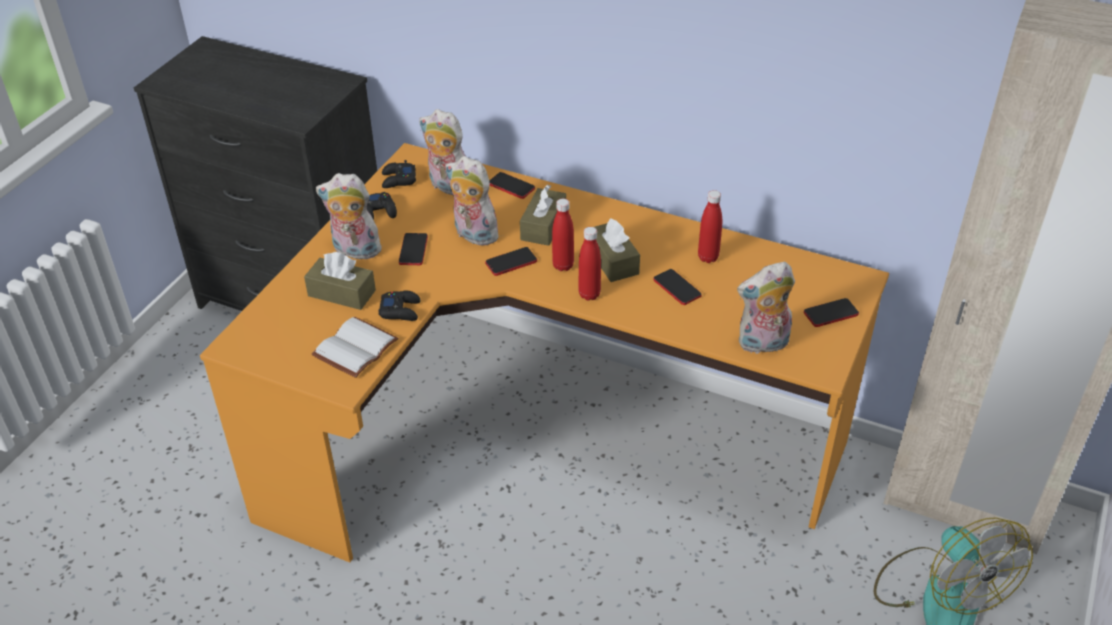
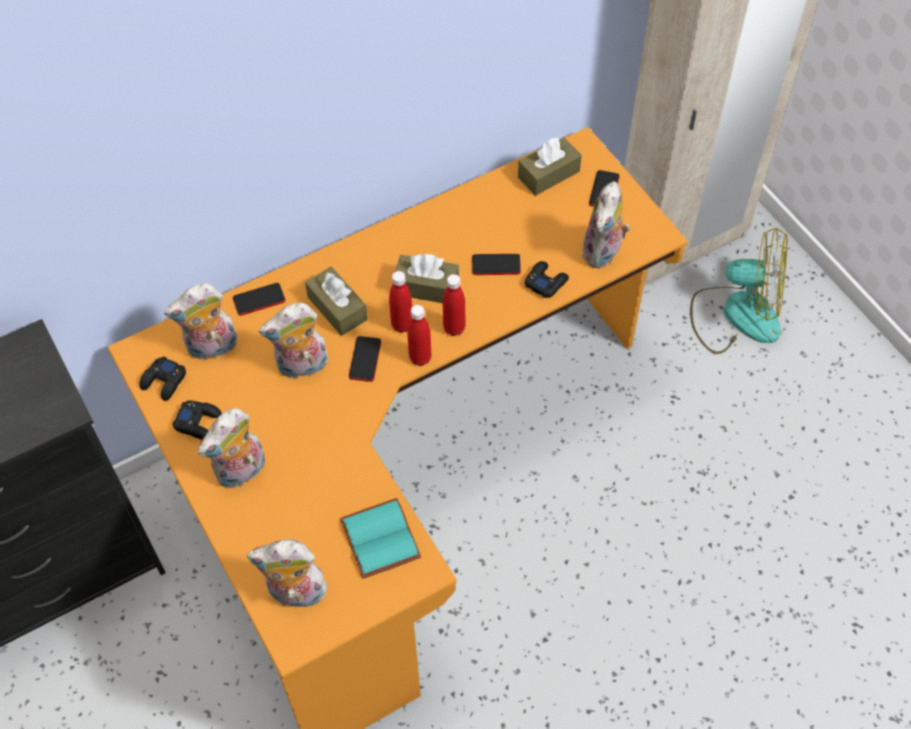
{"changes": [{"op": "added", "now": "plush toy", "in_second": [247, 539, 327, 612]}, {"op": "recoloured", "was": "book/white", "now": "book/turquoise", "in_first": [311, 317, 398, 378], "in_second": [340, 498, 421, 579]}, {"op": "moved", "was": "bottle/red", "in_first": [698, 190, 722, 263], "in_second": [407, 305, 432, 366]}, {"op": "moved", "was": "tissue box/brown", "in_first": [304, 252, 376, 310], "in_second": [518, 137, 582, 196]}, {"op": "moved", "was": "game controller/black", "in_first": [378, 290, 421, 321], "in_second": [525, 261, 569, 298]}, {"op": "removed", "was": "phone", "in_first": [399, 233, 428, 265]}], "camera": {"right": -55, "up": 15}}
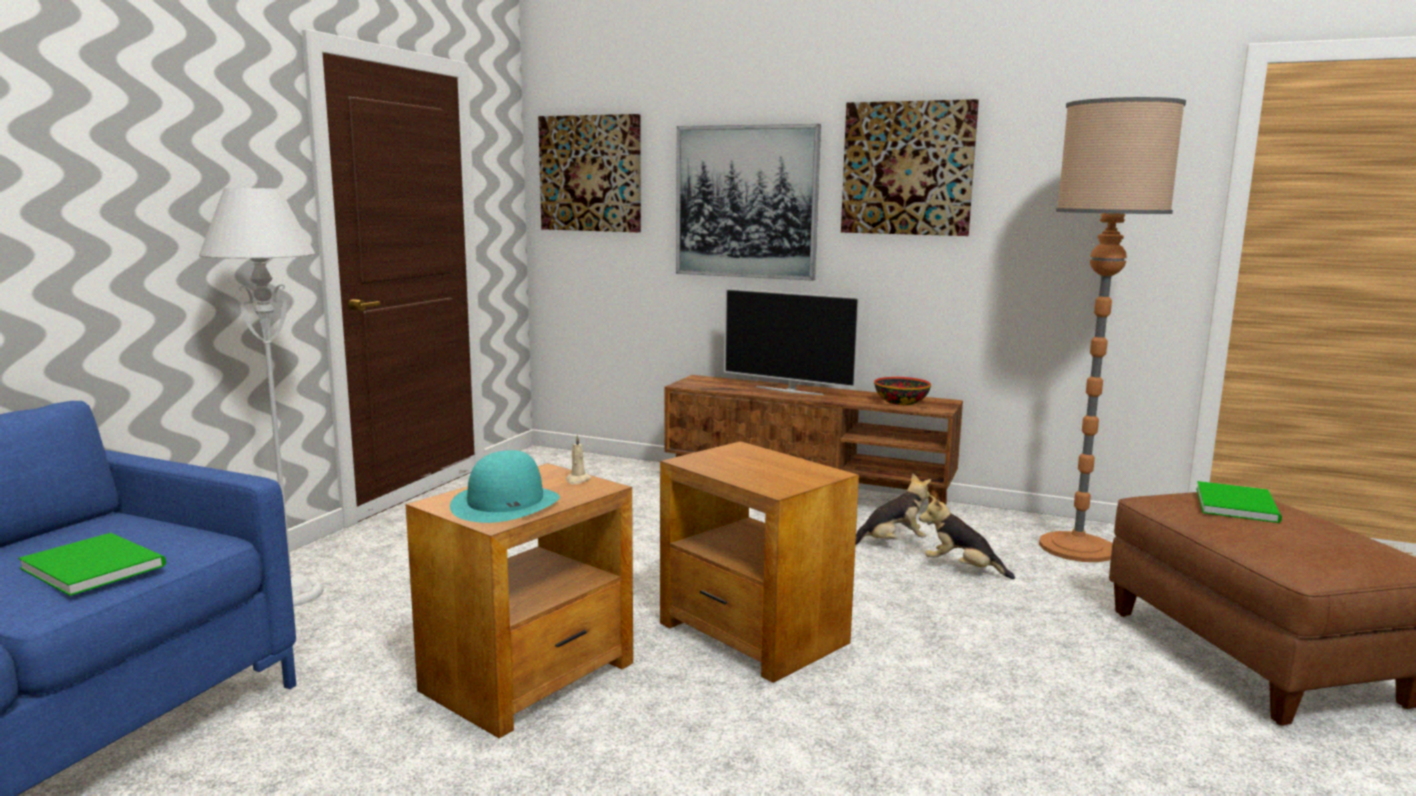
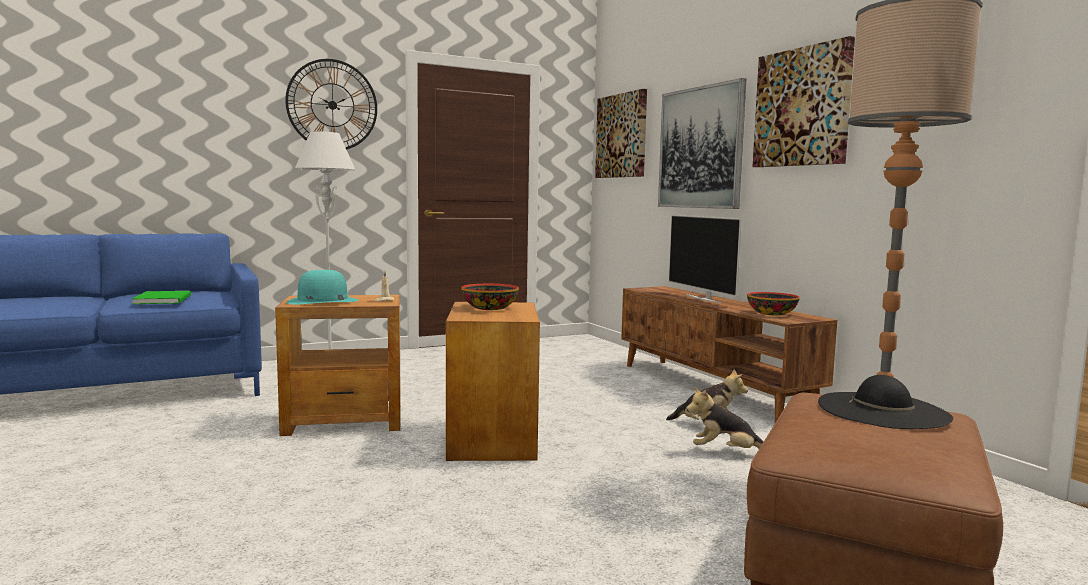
{"changes": [{"op": "added", "now": "wall clock", "in_second": [285, 59, 377, 149]}, {"op": "added", "now": "bowl", "in_second": [461, 284, 519, 310]}, {"op": "turned", "was": "plush toy", "in_first": [919, 495, 1015, 579], "in_second": [687, 387, 763, 449], "clockwise": -60}, {"op": "replaced", "was": "book/green", "now": "hat/black", "in_first": [1196, 481, 1282, 523], "in_second": [818, 375, 953, 429]}], "camera": {"right": 40, "up": -5}}
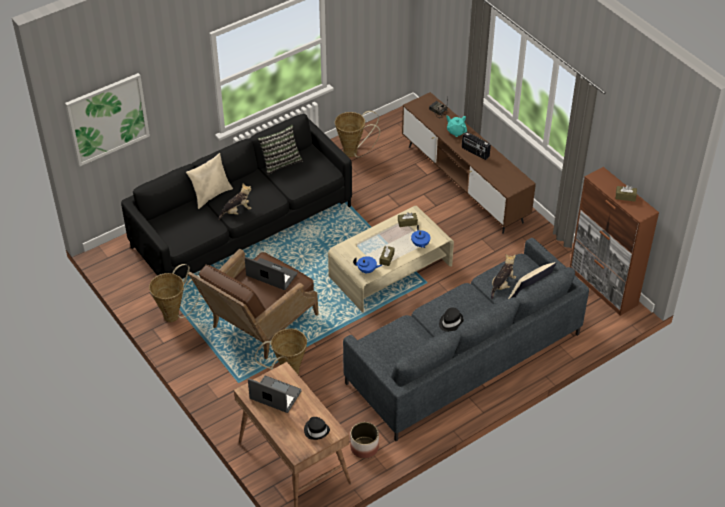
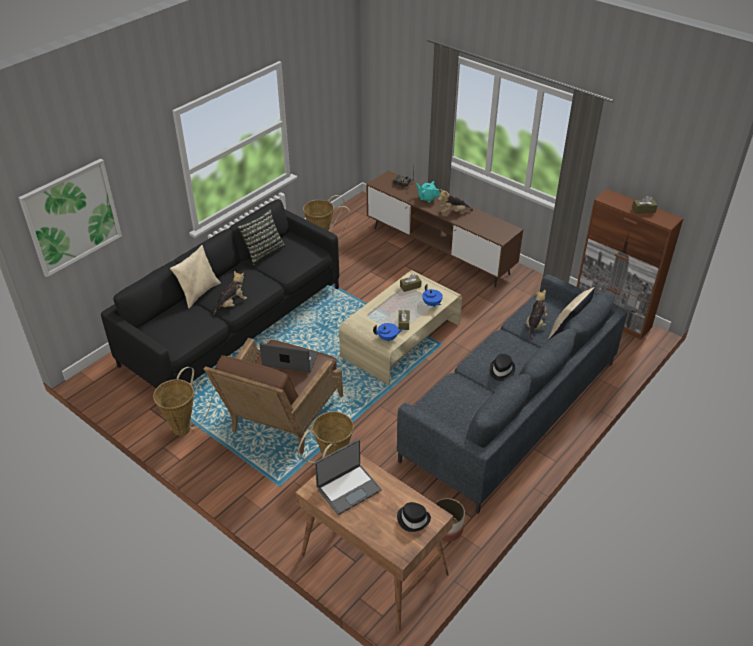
{"changes": [{"op": "turned", "was": "laptop", "in_first": [248, 376, 302, 413], "in_second": [315, 439, 382, 515], "clockwise": 135}, {"op": "replaced", "was": "radio", "now": "plush toy", "in_first": [462, 132, 491, 160], "in_second": [438, 189, 473, 213]}], "camera": {"right": -15, "up": -5}}
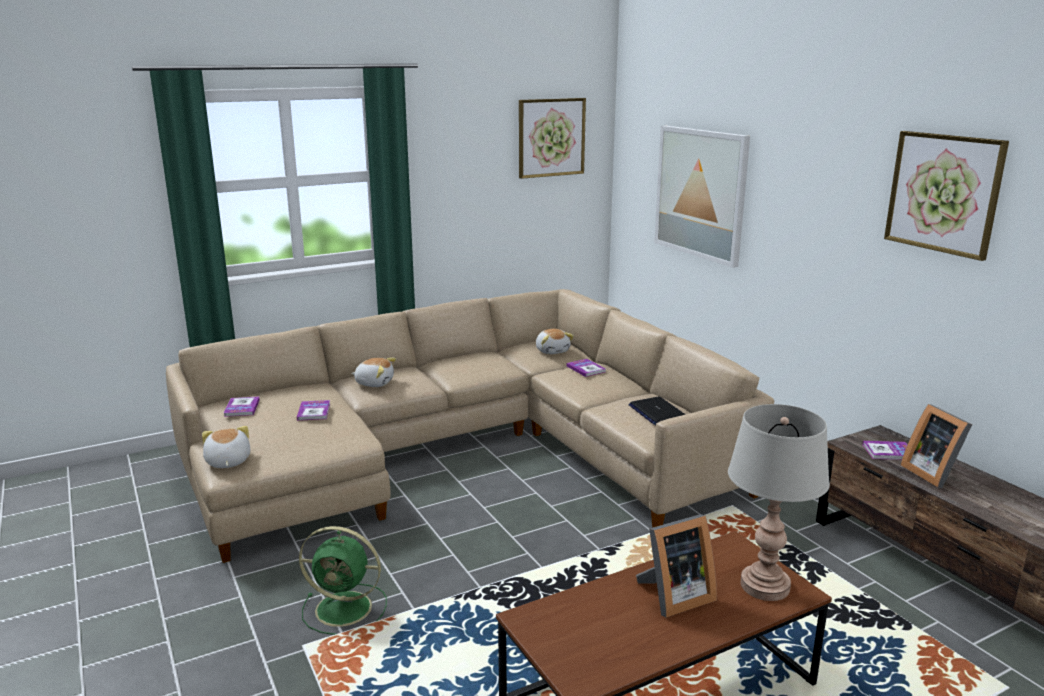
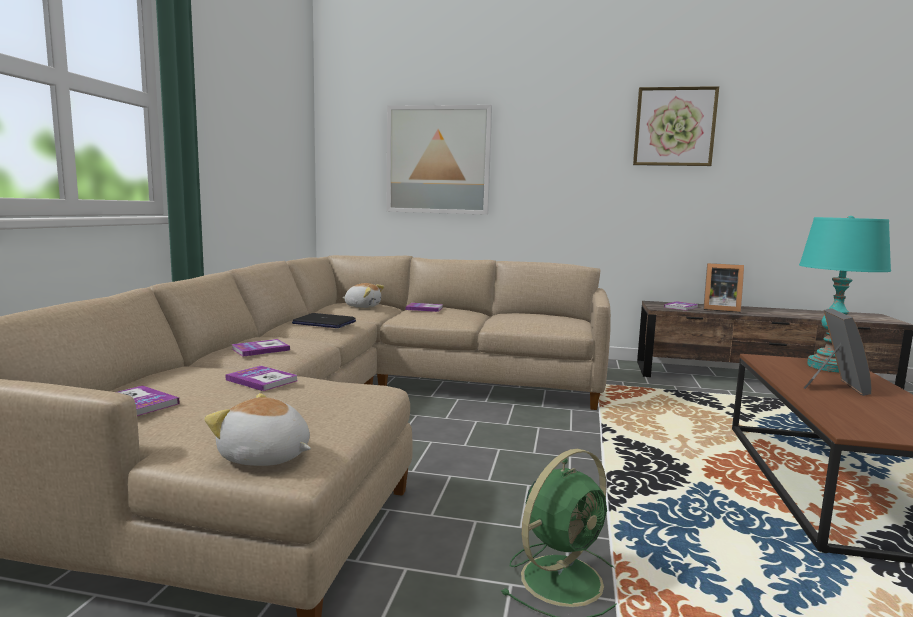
{"changes": [{"op": "replaced", "was": "plush toy", "now": "book", "in_first": [351, 358, 396, 387], "in_second": [231, 339, 290, 357]}, {"op": "moved", "was": "laptop", "in_first": [628, 396, 686, 425], "in_second": [292, 313, 356, 328]}, {"op": "recoloured", "was": "table lamp/grey", "now": "table lamp/turquoise", "in_first": [728, 404, 830, 601], "in_second": [799, 216, 891, 372]}, {"op": "removed", "was": "picture", "in_first": [519, 98, 586, 179]}], "camera": {"right": -50, "up": -10}}
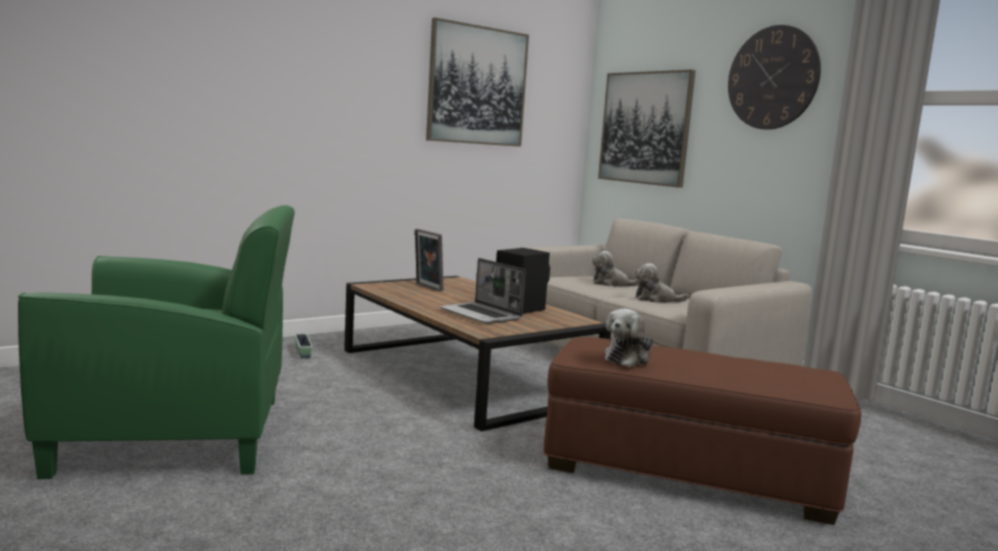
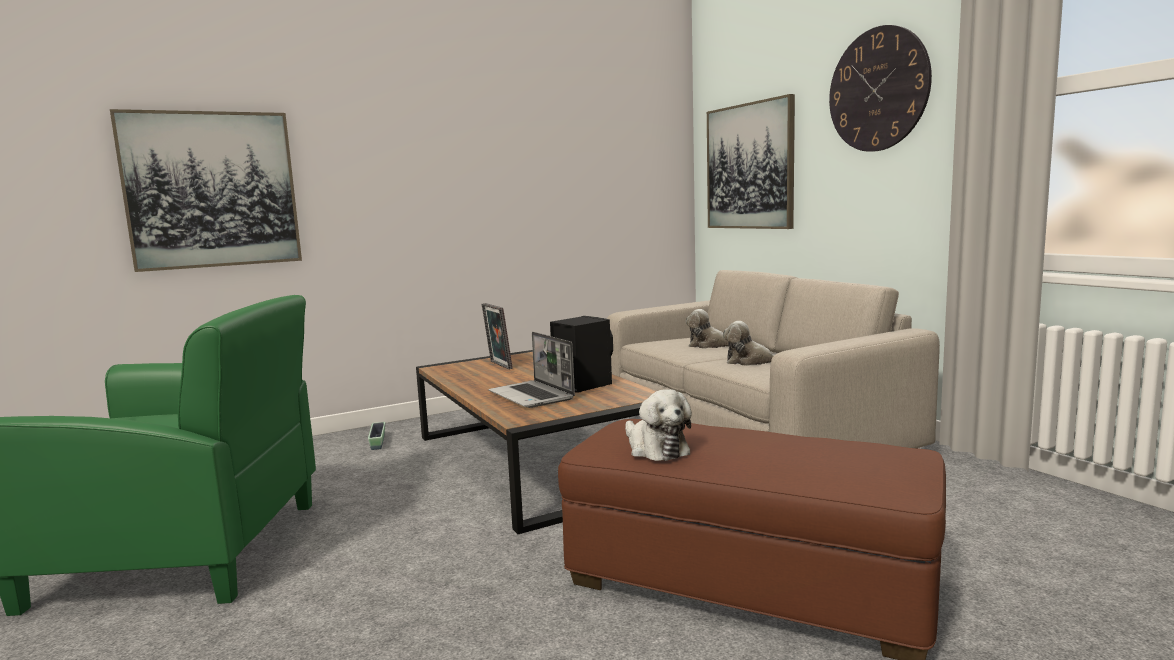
{"changes": [{"op": "moved", "was": "picture", "in_first": [426, 18, 529, 147], "in_second": [110, 109, 302, 272]}, {"op": "turned", "was": "plush toy", "in_first": [605, 309, 653, 367], "in_second": [625, 389, 692, 461], "clockwise": -75}], "camera": {"right": 10, "up": 0}}
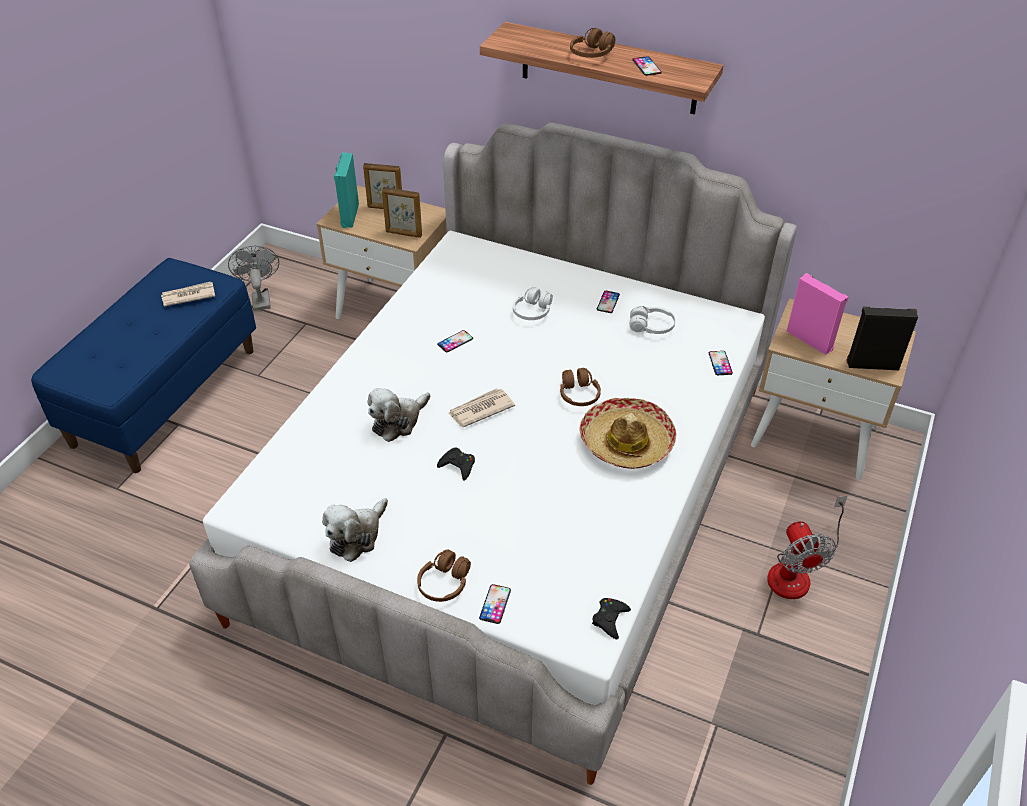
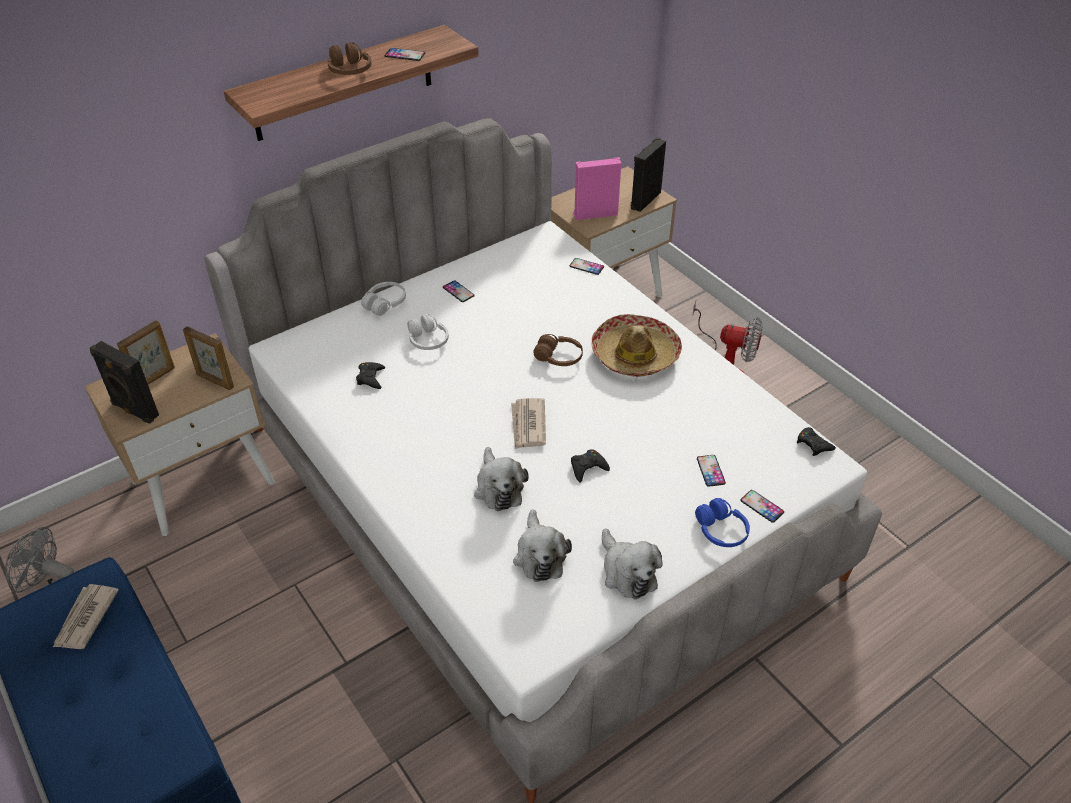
{"changes": [{"op": "recoloured", "was": "speaker/turquoise", "now": "speaker/black", "in_first": [334, 152, 359, 228], "in_second": [90, 341, 159, 423]}, {"op": "turned", "was": "picture frame", "in_first": [382, 187, 422, 238], "in_second": [183, 326, 234, 390], "clockwise": 75}, {"op": "added", "now": "game controller/black", "in_second": [356, 362, 385, 389]}, {"op": "moved", "was": "headphones/white", "in_first": [629, 306, 676, 334], "in_second": [361, 282, 406, 316]}, {"op": "added", "now": "plush toy", "in_second": [513, 510, 572, 582]}, {"op": "recoloured", "was": "headphones/brown", "now": "headphones/blue", "in_first": [417, 550, 471, 602], "in_second": [695, 498, 750, 547]}, {"op": "moved", "was": "phone", "in_first": [437, 330, 473, 352], "in_second": [697, 455, 726, 487]}], "camera": {"right": -60, "up": 0}}
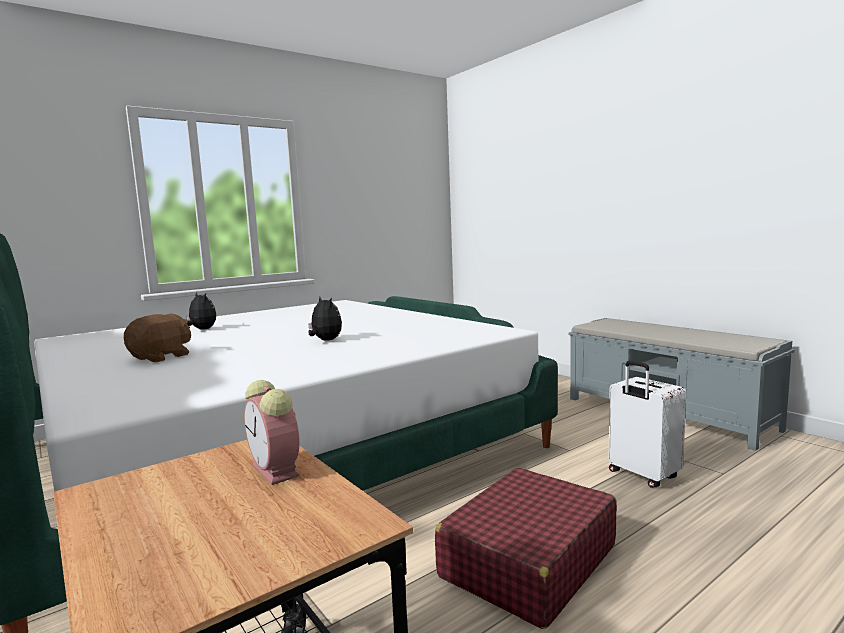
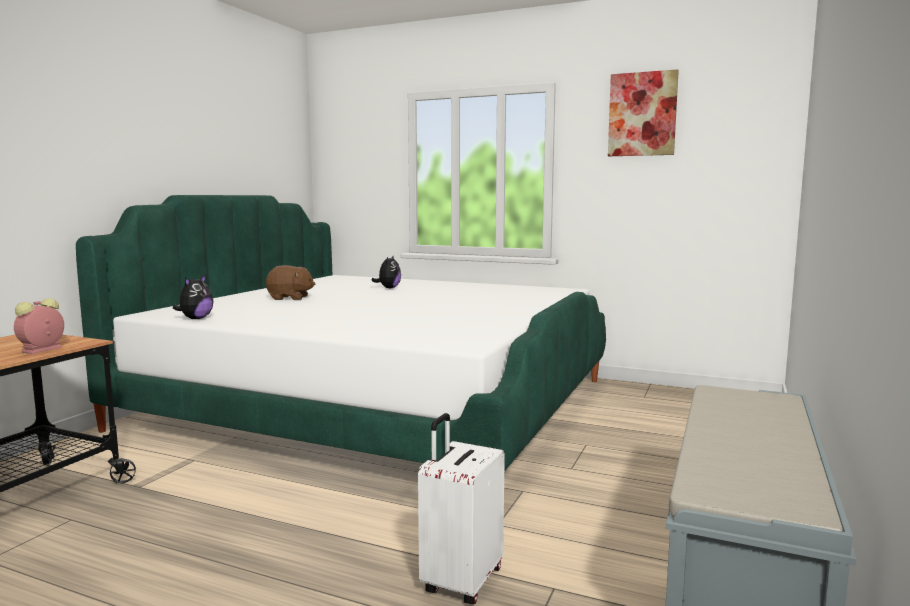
{"changes": [{"op": "moved", "was": "plush toy", "in_first": [308, 297, 342, 340], "in_second": [173, 275, 213, 319]}, {"op": "added", "now": "picture", "in_second": [608, 69, 679, 156]}, {"op": "removed", "was": "suitcase/red", "in_first": [435, 468, 617, 629]}], "camera": {"right": 60, "up": 0}}
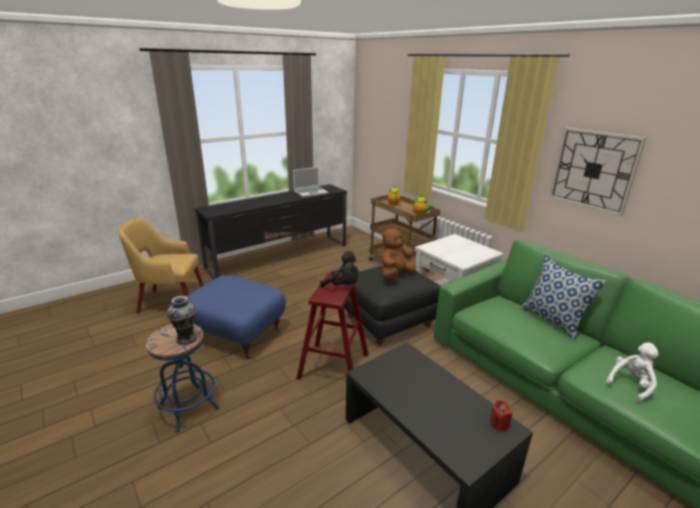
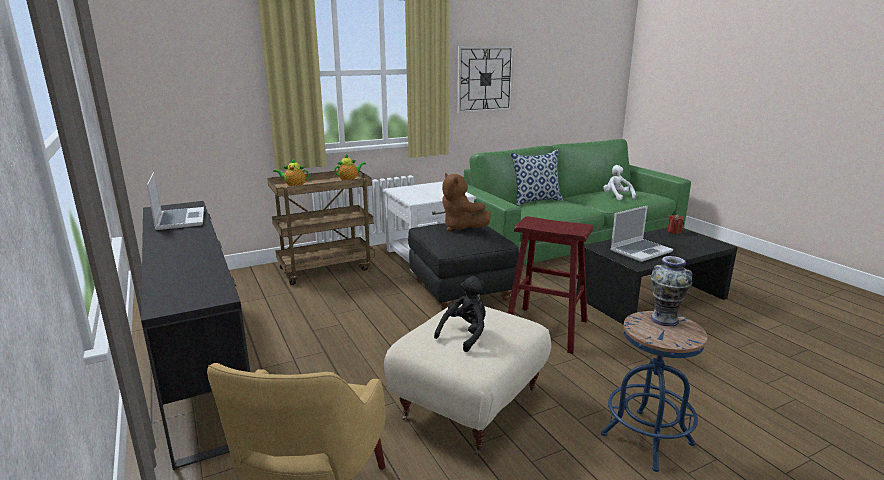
{"changes": [{"op": "recoloured", "was": "ottoman/blue", "now": "ottoman/beige", "in_first": [186, 275, 286, 359], "in_second": [384, 304, 551, 455]}, {"op": "moved", "was": "plush toy/black", "in_first": [320, 251, 358, 288], "in_second": [434, 276, 486, 352]}, {"op": "added", "now": "laptop", "in_second": [610, 206, 673, 262]}], "camera": {"right": -80, "up": -5}}
